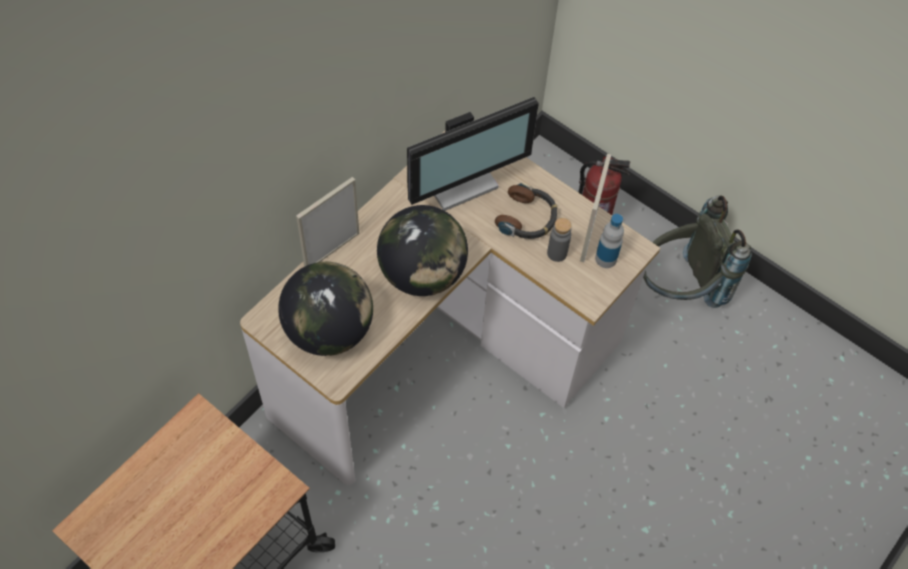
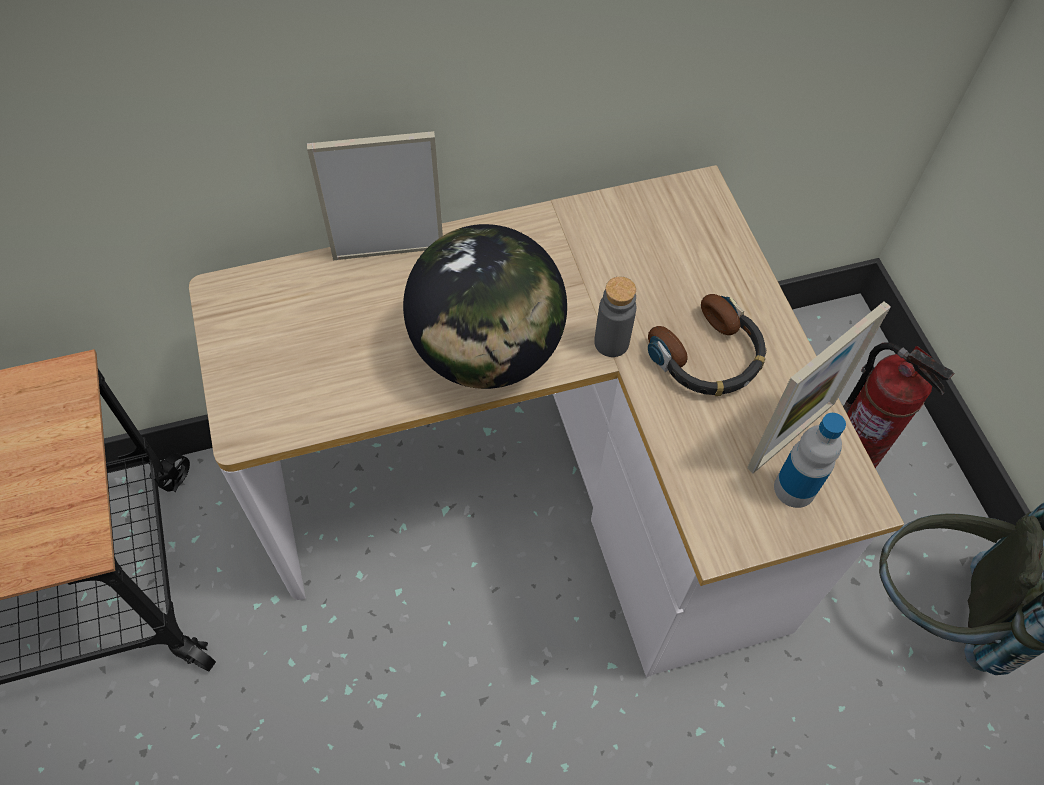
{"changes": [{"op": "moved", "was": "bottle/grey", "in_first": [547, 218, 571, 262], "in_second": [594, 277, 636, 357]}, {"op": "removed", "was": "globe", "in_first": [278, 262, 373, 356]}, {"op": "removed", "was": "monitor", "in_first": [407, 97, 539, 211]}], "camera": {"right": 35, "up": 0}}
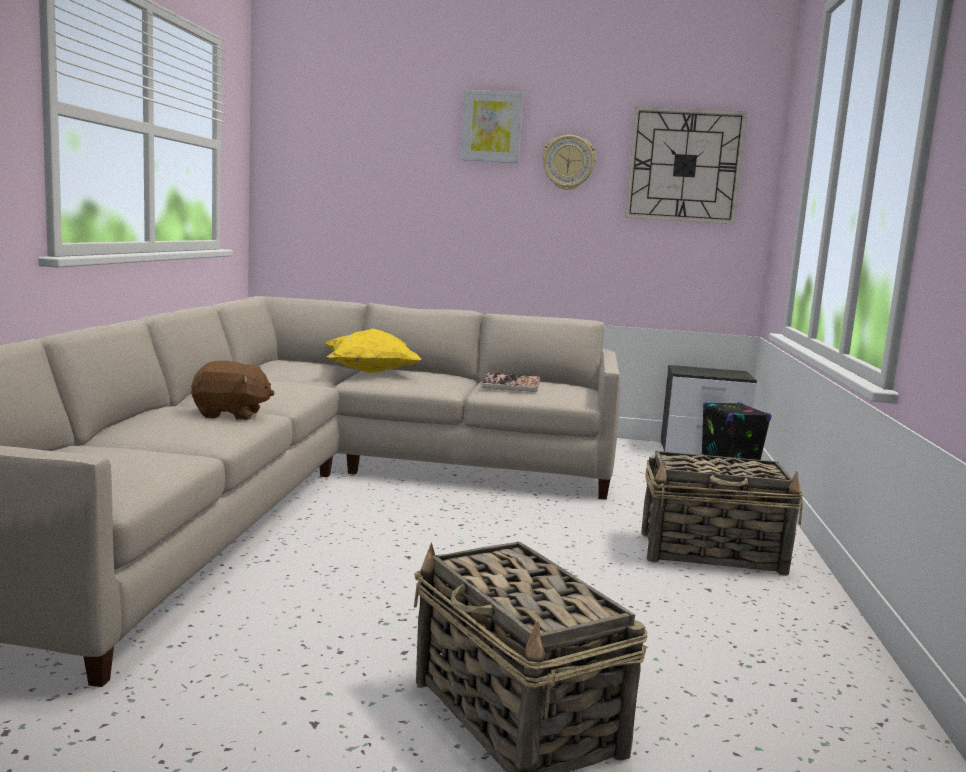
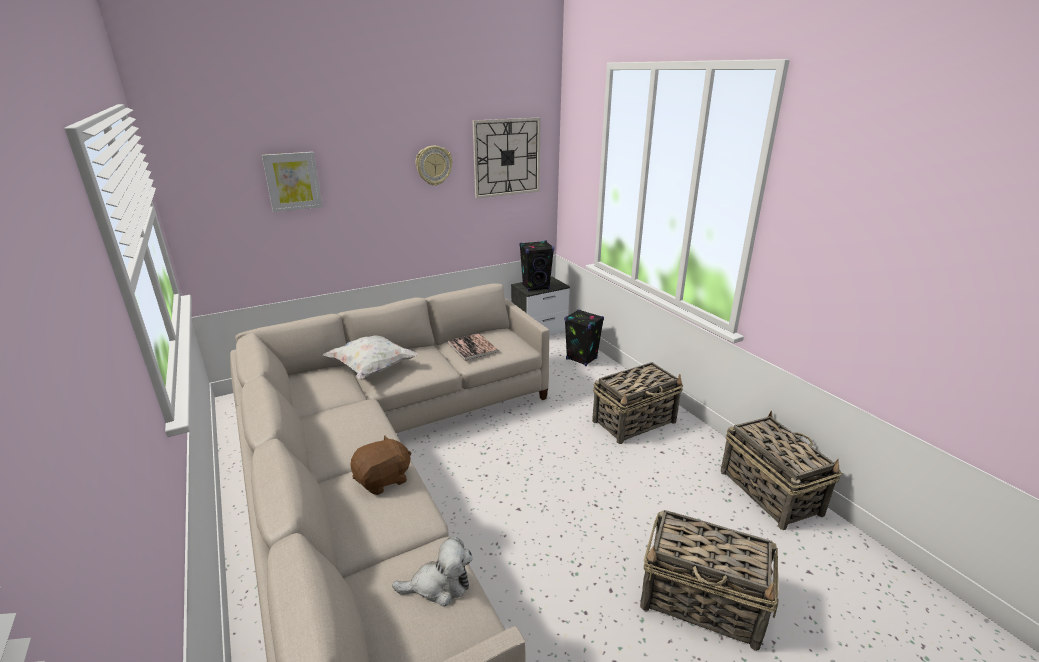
{"changes": [{"op": "moved", "was": "picture", "in_first": [460, 90, 523, 163], "in_second": [262, 152, 322, 212]}, {"op": "recoloured", "was": "pillow/yellow", "now": "pillow/white", "in_first": [326, 329, 421, 373], "in_second": [323, 335, 418, 379]}, {"op": "added", "now": "plush toy", "in_second": [392, 537, 473, 607]}, {"op": "added", "now": "speaker/black", "in_second": [519, 241, 554, 292]}, {"op": "added", "now": "basket", "in_second": [721, 411, 842, 530]}], "camera": {"right": -35, "up": 15}}
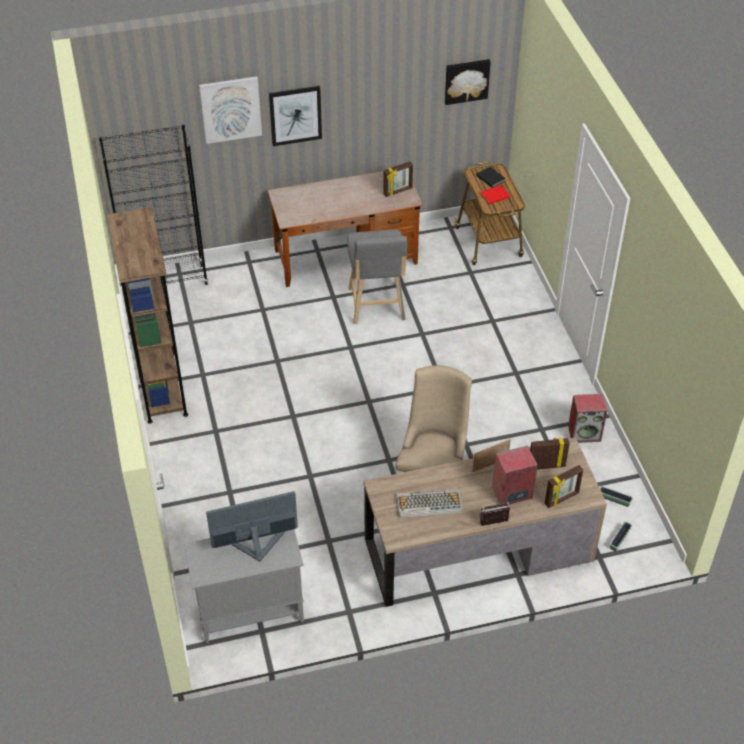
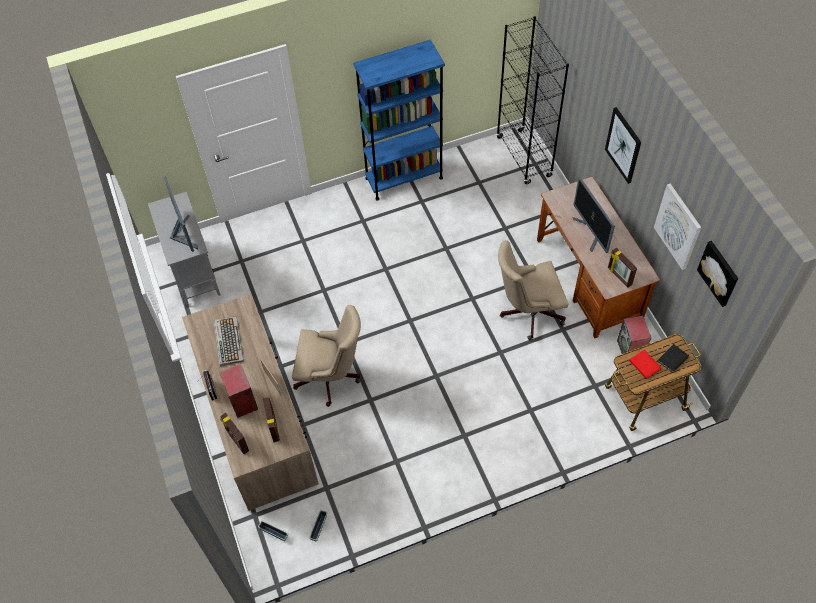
{"changes": [{"op": "recoloured", "was": "bookcase/brown", "now": "bookcase/blue", "in_first": [107, 207, 188, 424], "in_second": [353, 40, 445, 200]}, {"op": "replaced", "was": "stool/grey", "now": "office chair/beige", "in_first": [347, 230, 407, 324], "in_second": [498, 240, 568, 340]}, {"op": "added", "now": "monitor", "in_second": [573, 177, 615, 253]}, {"op": "moved", "was": "speaker", "in_first": [568, 394, 607, 443], "in_second": [617, 316, 651, 361]}, {"op": "moved", "was": "picture", "in_first": [199, 76, 262, 144], "in_second": [654, 184, 701, 270]}], "camera": {"right": 85, "up": 10}}
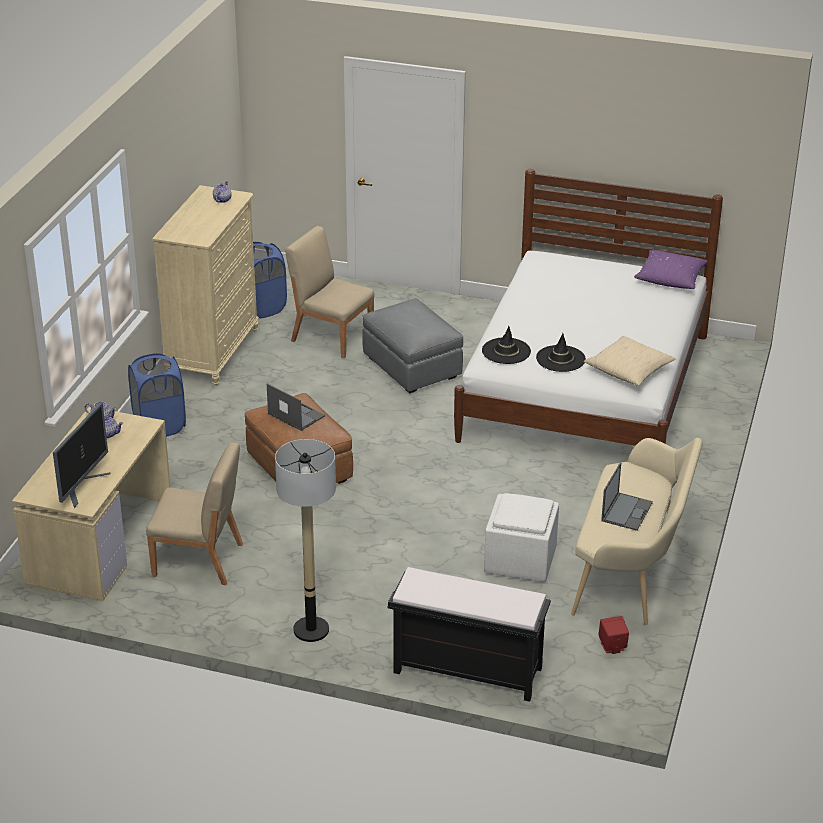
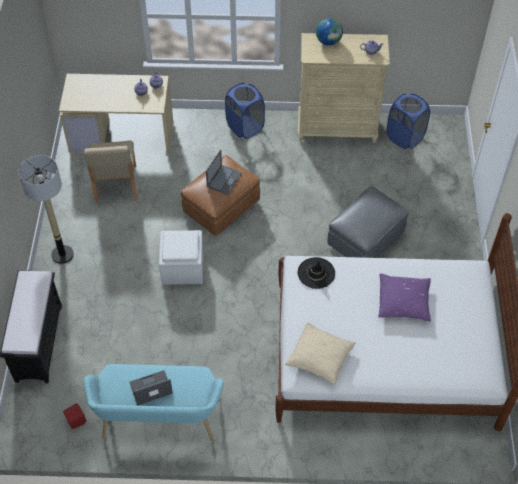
{"changes": [{"op": "recoloured", "was": "bench/beige", "now": "bench/turquoise", "in_first": [571, 438, 702, 625], "in_second": [84, 364, 223, 442]}, {"op": "turned", "was": "laptop", "in_first": [601, 462, 653, 531], "in_second": [129, 370, 173, 406], "clockwise": 150}, {"op": "moved", "was": "ottoman/white", "in_first": [484, 493, 559, 582], "in_second": [159, 230, 204, 285]}, {"op": "added", "now": "globe", "in_second": [316, 18, 343, 46]}, {"op": "moved", "was": "pillow/purple", "in_first": [634, 250, 708, 289], "in_second": [378, 274, 431, 322]}, {"op": "removed", "was": "monitor", "in_first": [53, 403, 110, 508]}, {"op": "removed", "was": "chair/beige", "in_first": [286, 226, 375, 359]}, {"op": "removed", "was": "hat/black", "in_first": [536, 333, 586, 372]}], "camera": {"right": 75, "up": 20}}
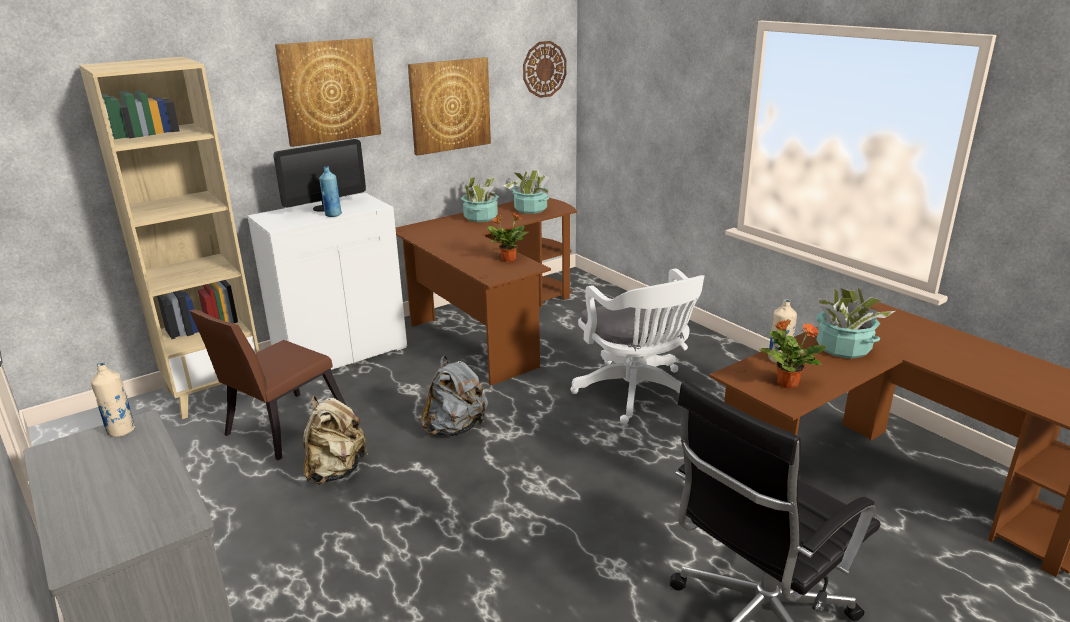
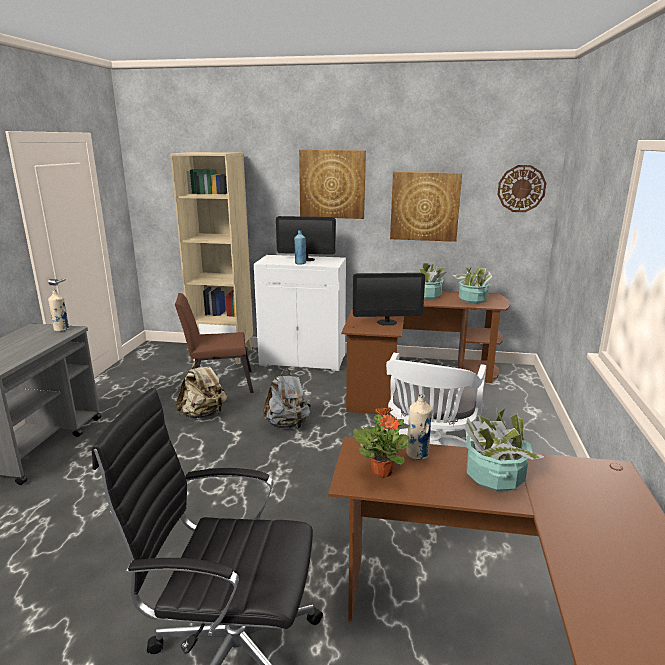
{"changes": [{"op": "replaced", "was": "potted plant", "now": "monitor", "in_first": [487, 213, 529, 262], "in_second": [353, 273, 425, 325]}], "camera": {"right": 45, "up": -5}}
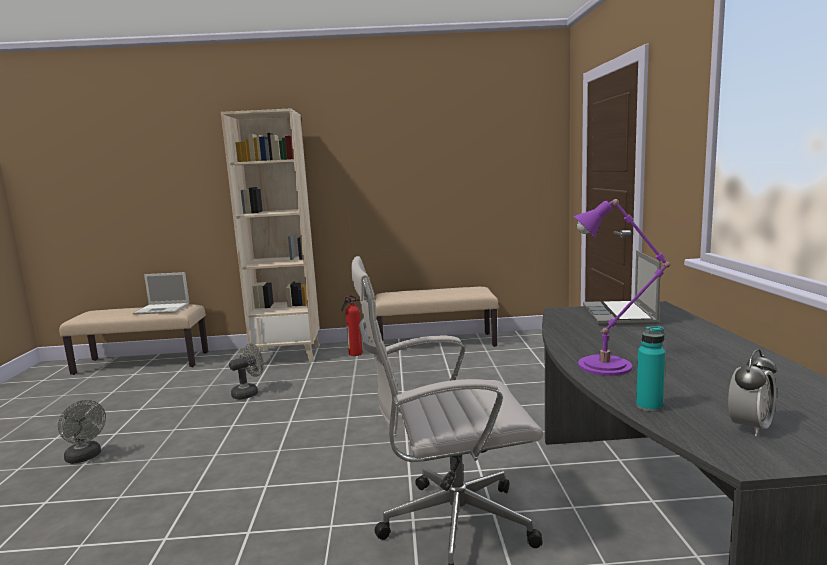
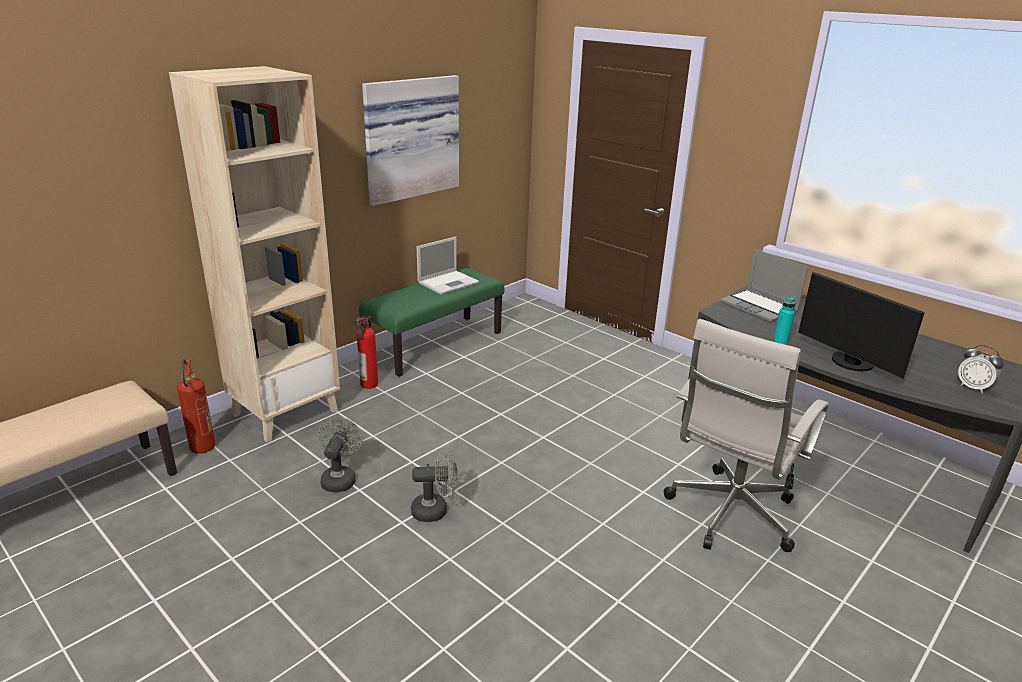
{"changes": [{"op": "added", "now": "fire extinguisher", "in_second": [177, 359, 216, 454]}, {"op": "recoloured", "was": "bench/beige", "now": "bench/green", "in_first": [375, 287, 498, 347], "in_second": [359, 268, 504, 377]}, {"op": "added", "now": "picture", "in_second": [362, 75, 459, 206]}, {"op": "moved", "was": "fan/grey", "in_first": [58, 400, 106, 464], "in_second": [411, 449, 458, 522]}, {"op": "moved", "was": "laptop", "in_first": [133, 272, 189, 315], "in_second": [417, 237, 479, 295]}, {"op": "moved", "was": "bottle/turquoise", "in_first": [636, 326, 665, 412], "in_second": [773, 297, 796, 345]}, {"op": "replaced", "was": "table lamp/purple", "now": "monitor", "in_first": [573, 199, 671, 376], "in_second": [798, 272, 925, 379]}, {"op": "turned", "was": "alarm clock", "in_first": [728, 349, 777, 436], "in_second": [958, 345, 1004, 393], "clockwise": 135}], "camera": {"right": -45, "up": 15}}
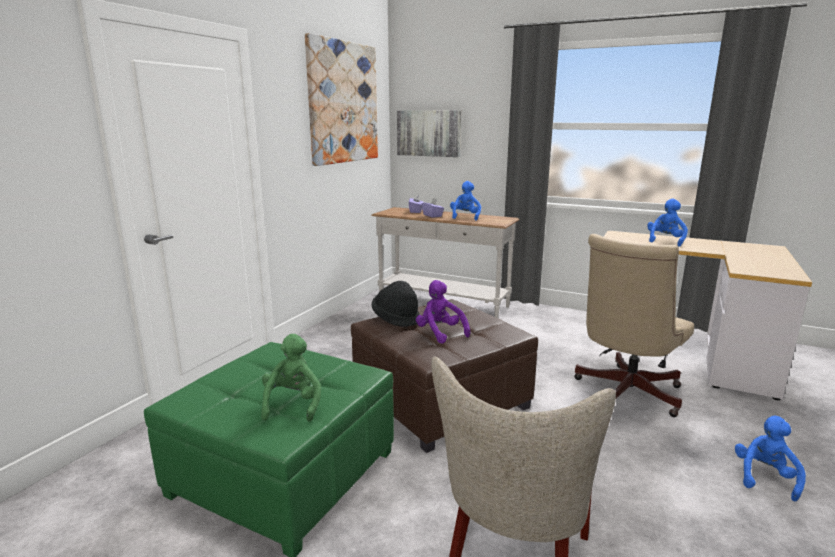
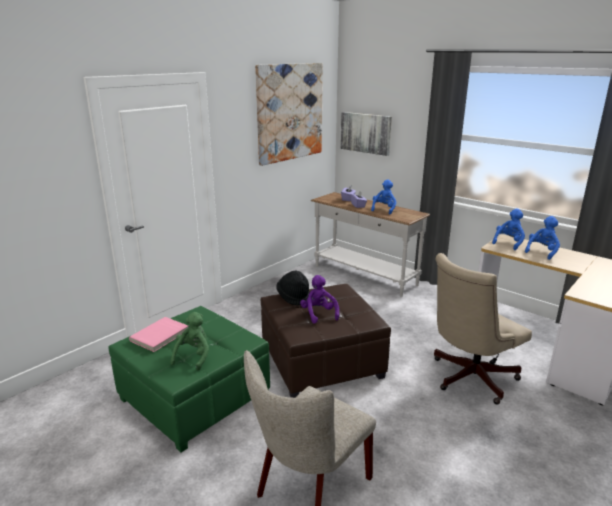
{"changes": [{"op": "added", "now": "book/pink", "in_second": [129, 317, 188, 352]}, {"op": "moved", "was": "plush toy/blue", "in_first": [735, 416, 806, 501], "in_second": [492, 208, 525, 250]}], "camera": {"right": 15, "up": 5}}
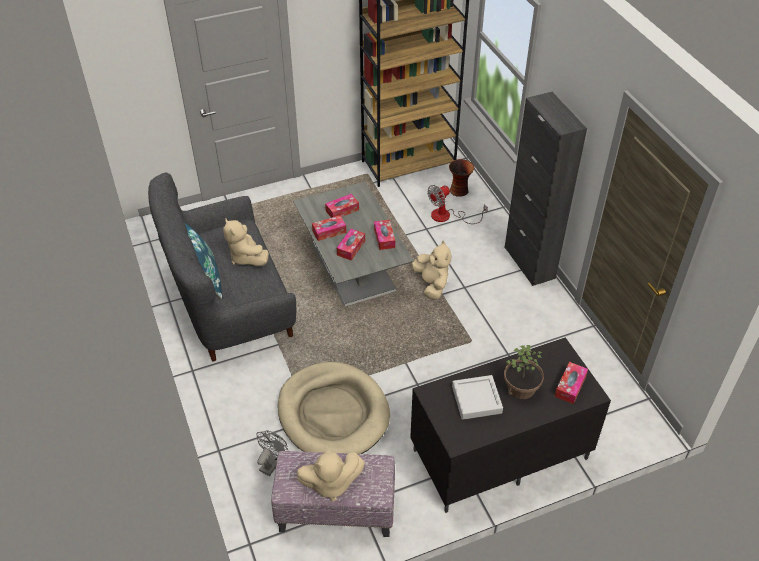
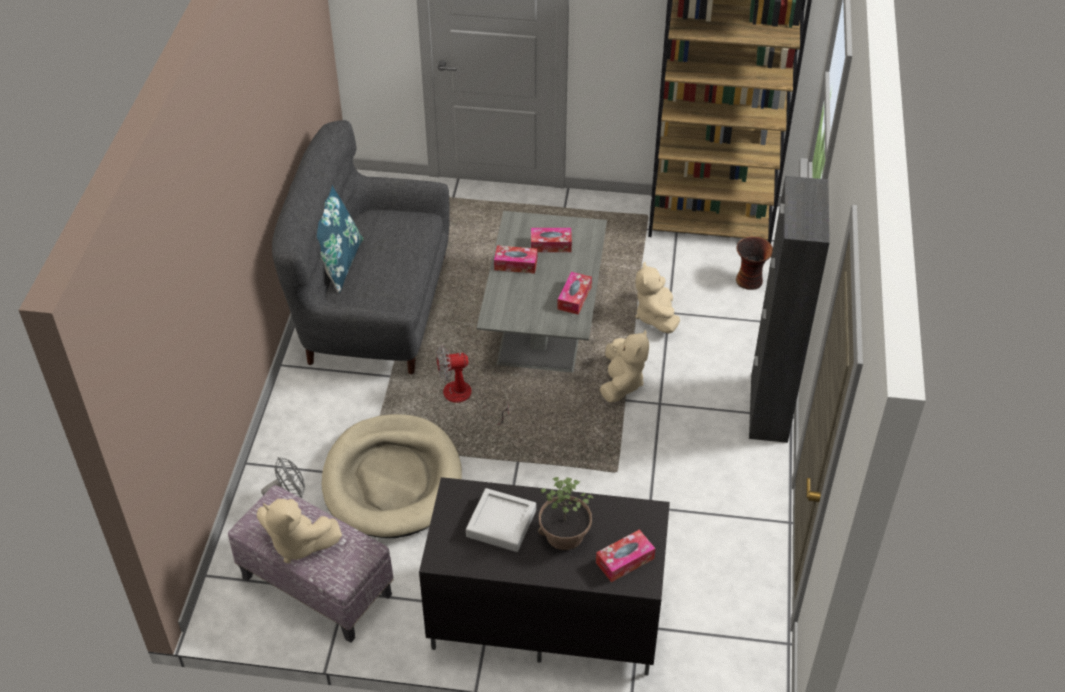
{"changes": [{"op": "moved", "was": "fan", "in_first": [427, 185, 488, 224], "in_second": [436, 345, 509, 425]}, {"op": "moved", "was": "plush toy/beige", "in_first": [223, 218, 269, 266], "in_second": [635, 262, 680, 334]}, {"op": "removed", "was": "tissue box", "in_first": [337, 229, 365, 261]}], "camera": {"right": 30, "up": 0}}
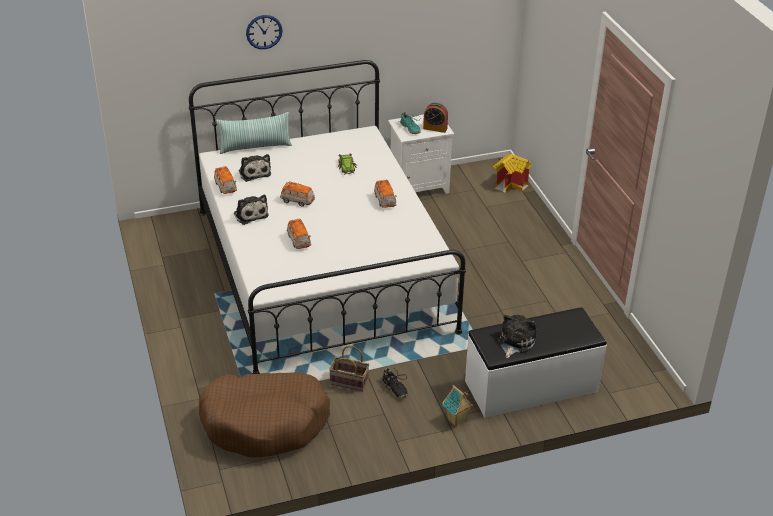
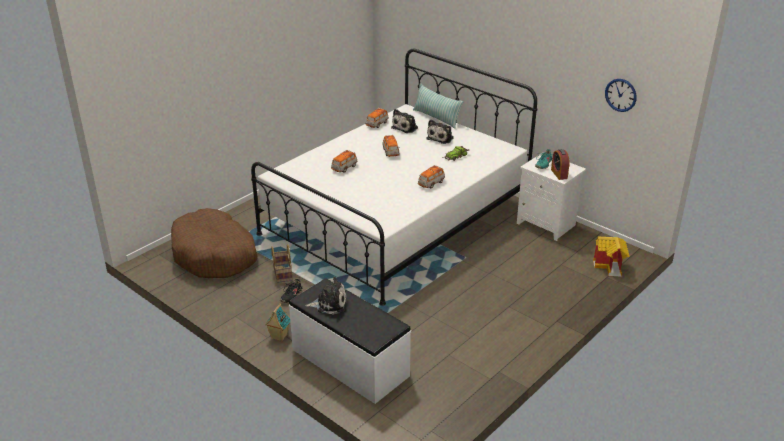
{"changes": [{"op": "moved", "was": "plush toy", "in_first": [234, 194, 268, 225], "in_second": [426, 119, 454, 144]}, {"op": "moved", "was": "wall clock", "in_first": [246, 15, 283, 49], "in_second": [605, 79, 637, 112]}], "camera": {"right": 60, "up": -5}}
